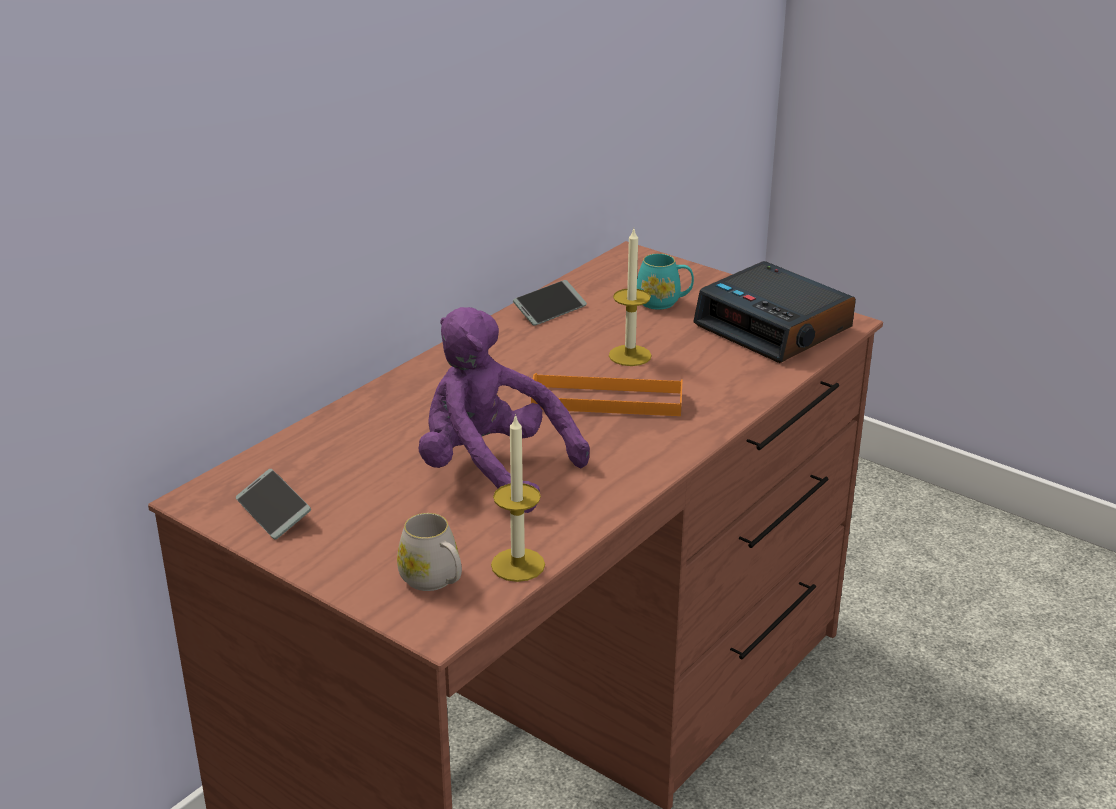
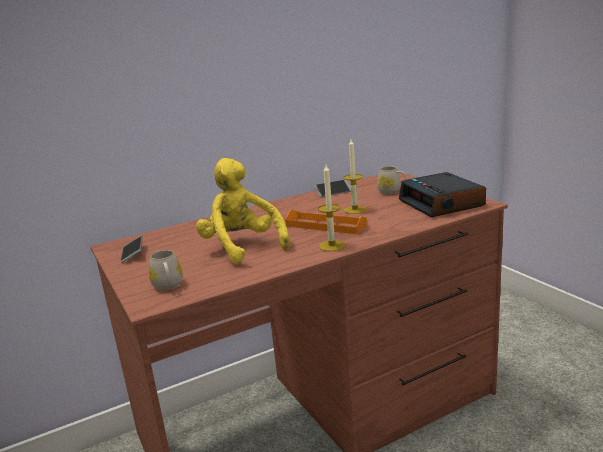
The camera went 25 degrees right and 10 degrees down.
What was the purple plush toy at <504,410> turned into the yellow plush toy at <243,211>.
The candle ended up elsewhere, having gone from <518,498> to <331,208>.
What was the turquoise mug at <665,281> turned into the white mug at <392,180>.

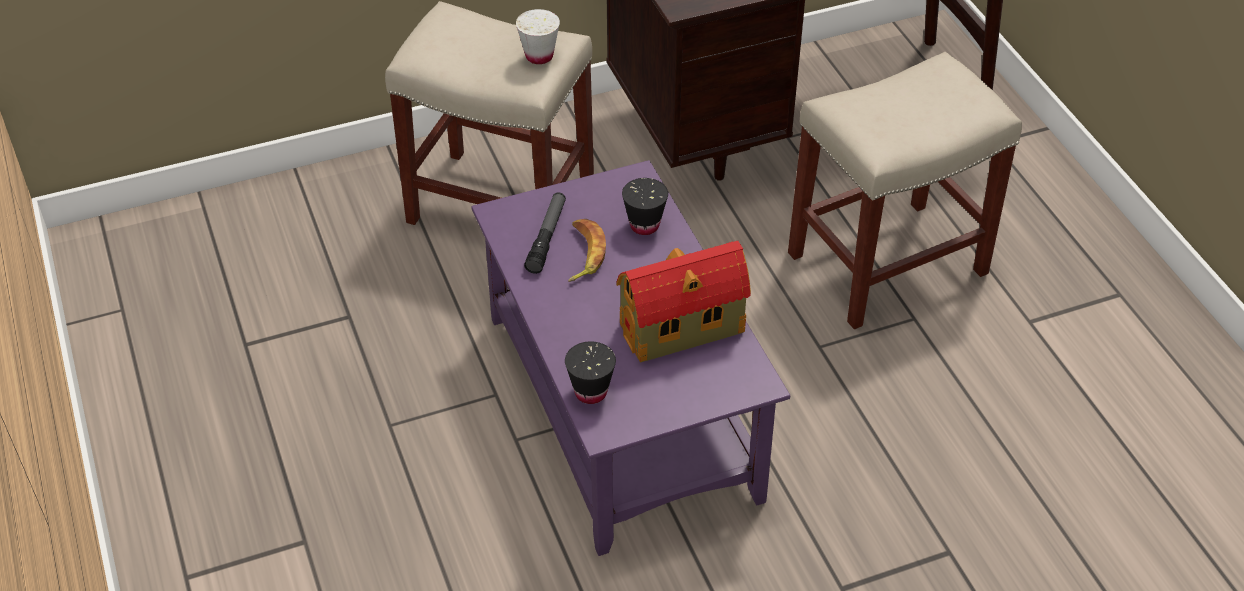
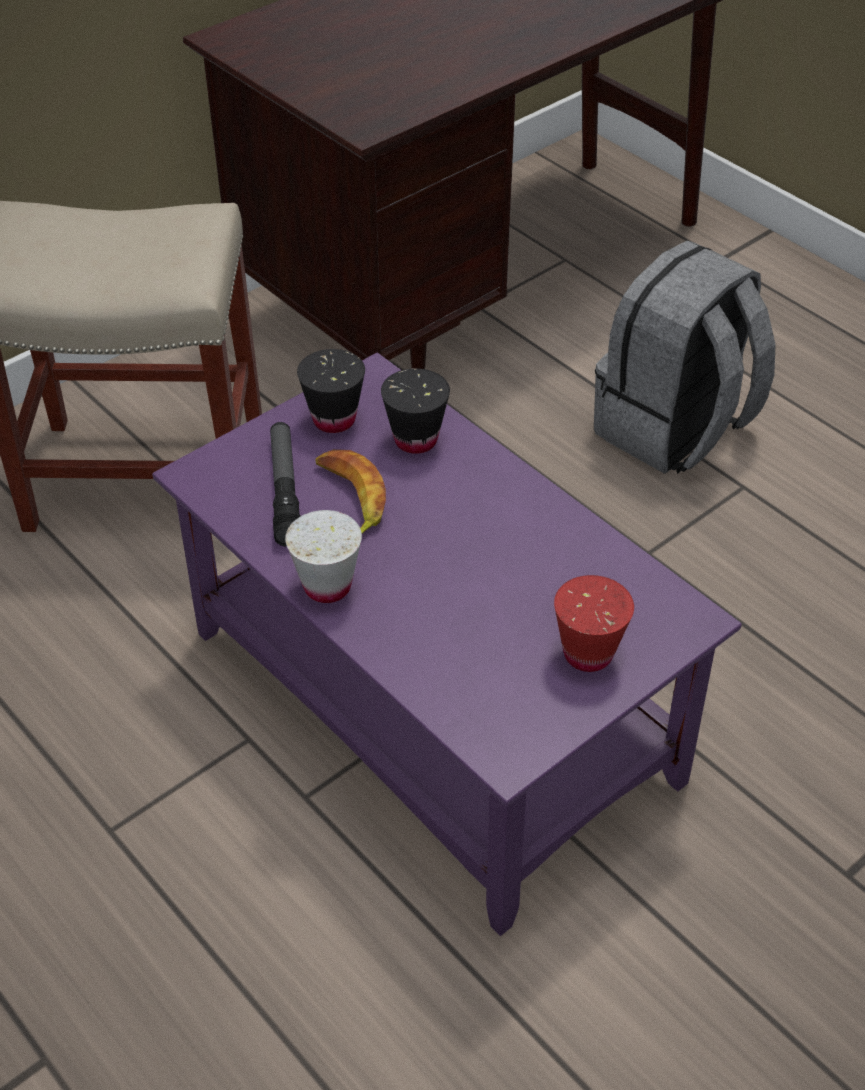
The camera went 20 degrees left and 0 degrees up.
The white cup ended up elsewhere, having gone from <538,36> to <323,556>.
The black cup ended up elsewhere, having gone from <590,372> to <331,391>.
The second view gained the red cup at <594,623>.
Where the beige stool stood at <905,190>, the grey backpack came to stand at <685,357>.
The second view lost the toy house at <683,301>.

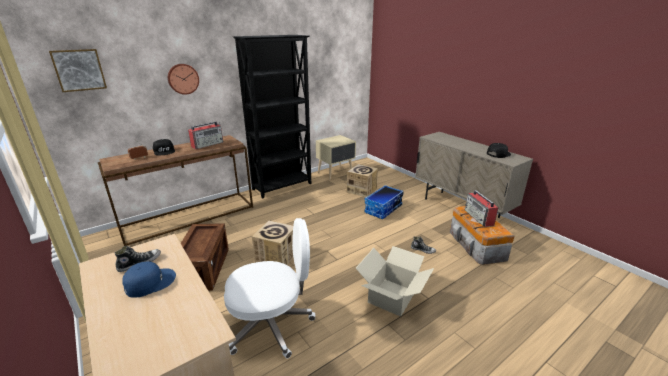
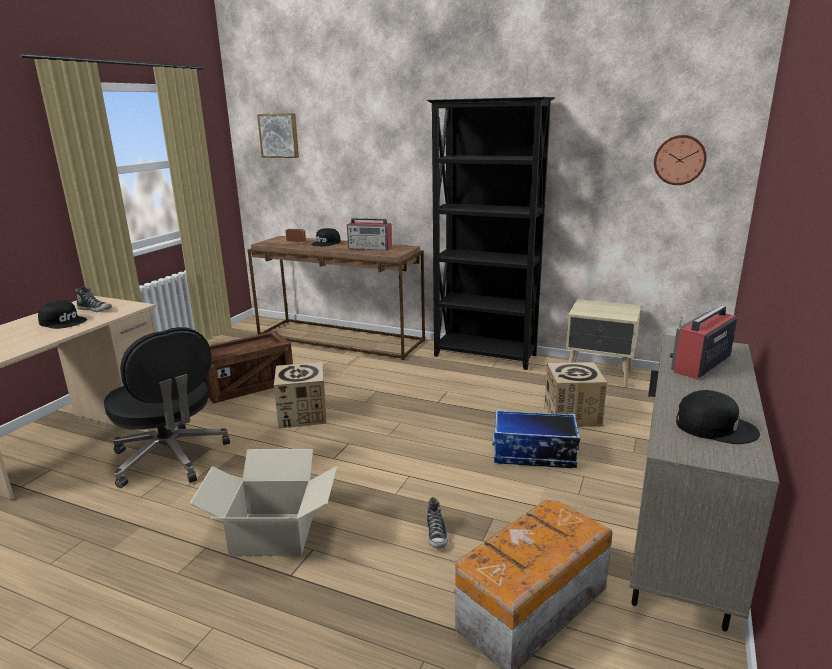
The camera went 60 degrees right and 5 degrees down.
What was the blue cap at <149,280> turned into the black cap at <62,314>.
What was the white office chair at <269,288> turned into the black office chair at <167,407>.
The wall clock ended up elsewhere, having gone from <183,79> to <680,160>.
The radio ended up elsewhere, having gone from <481,208> to <703,342>.

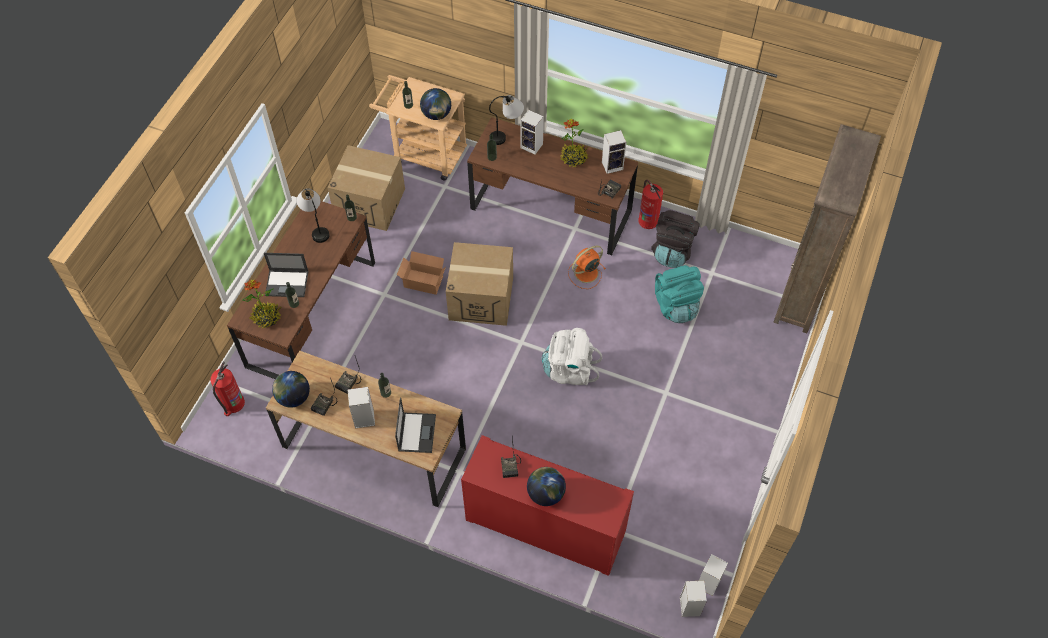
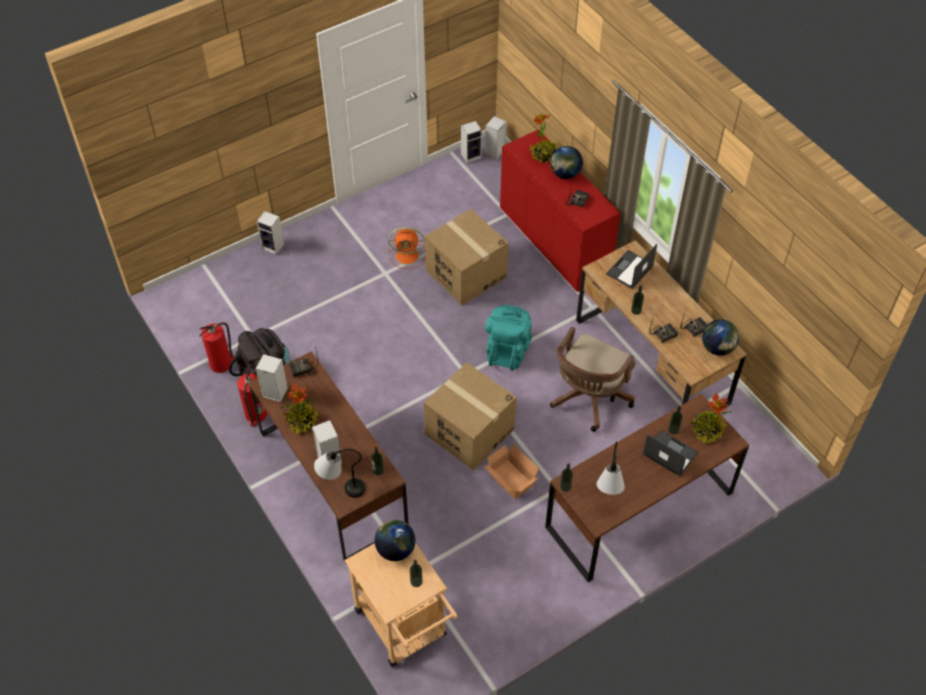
The camera went 145 degrees left and 5 degrees down.
The fire extinguisher ended up elsewhere, having gone from <227,389> to <216,347>.
The speaker ended up elsewhere, having gone from <361,407> to <270,233>.
The orange fan ended up elsewhere, having gone from <587,267> to <406,248>.
The cardboard box ended up elsewhere, having gone from <366,188> to <467,257>.
The turquoise backpack ended up elsewhere, having gone from <679,294> to <508,338>.
The second view gained the potted plant at <544,138>.
The second view gained the brown office chair at <592,379>.
The second view lost the white backpack at <571,356>.
The second view lost the brown bookcase at <827,228>.

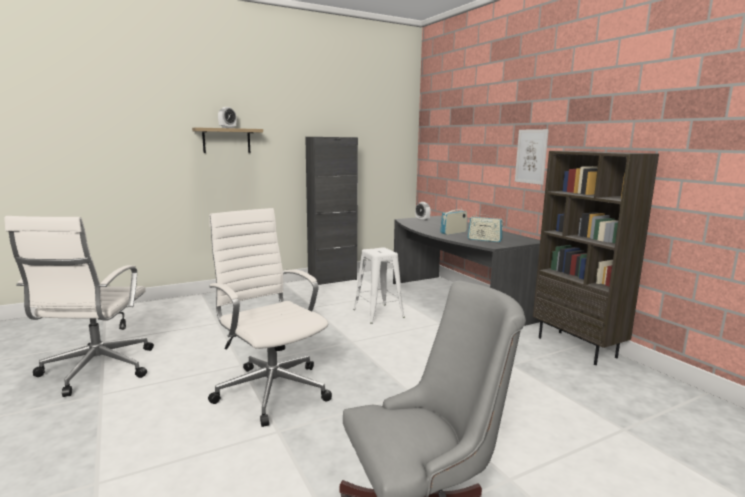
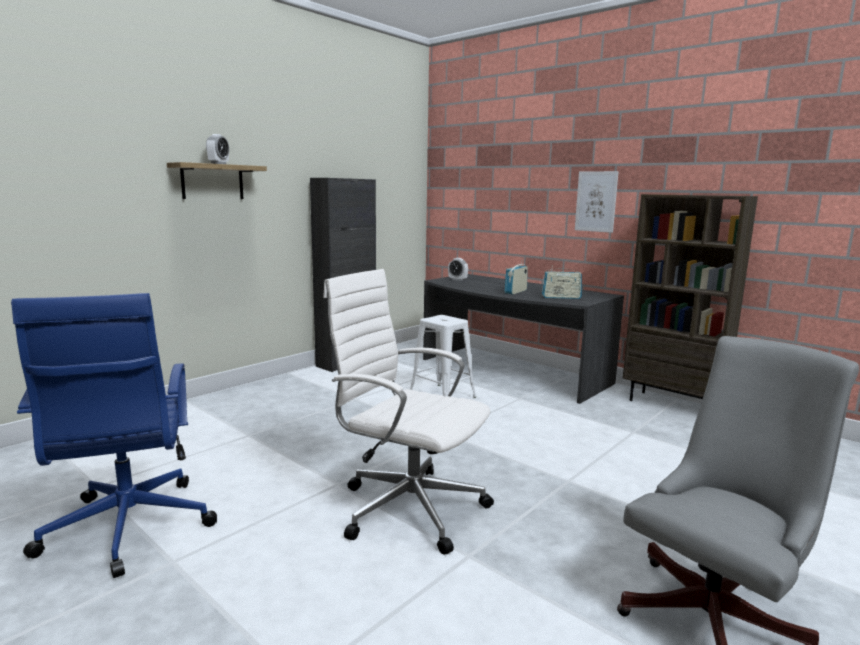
The camera went 20 degrees left and 0 degrees up.
What was the white office chair at <79,306> turned into the blue office chair at <114,435>.

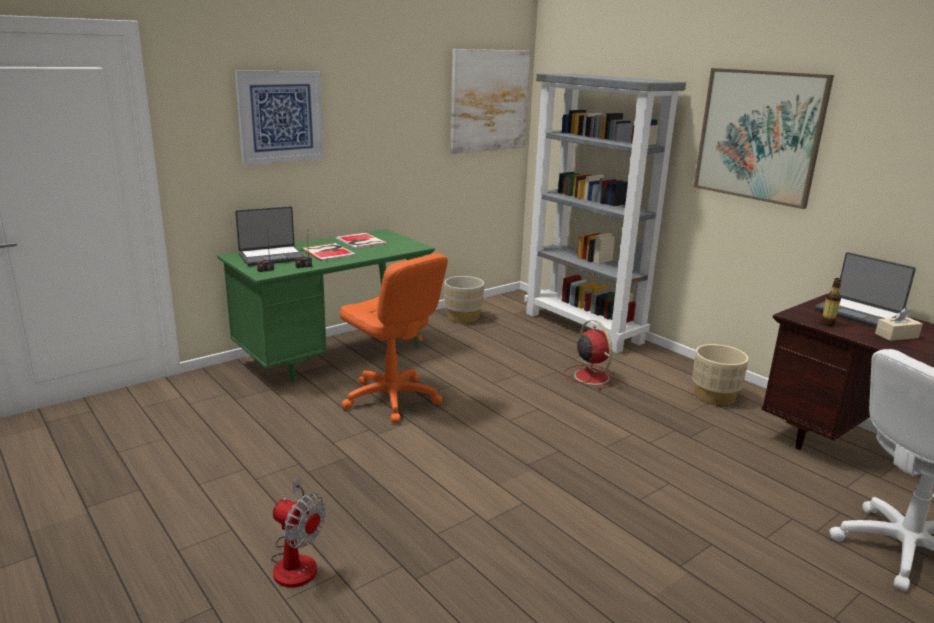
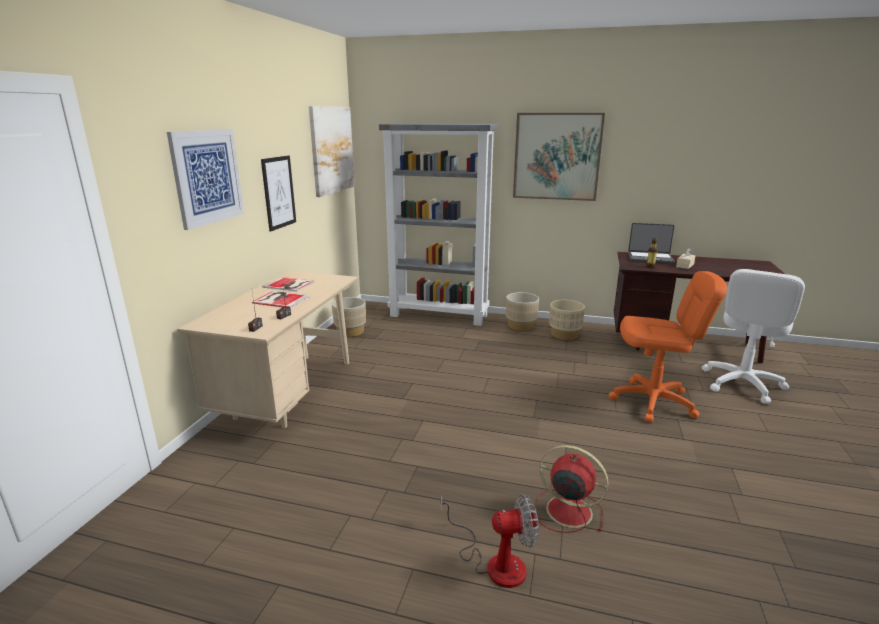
The camera went 35 degrees left and 0 degrees up.
What was the green desk at <326,305> turned into the beige desk at <267,349>.
The second view gained the picture at <278,193>.
The second view gained the beige planter at <522,311>.
The red fan ended up elsewhere, having gone from <591,355> to <571,489>.
The orange office chair ended up elsewhere, having gone from <394,338> to <668,347>.
The second view lost the laptop at <270,236>.

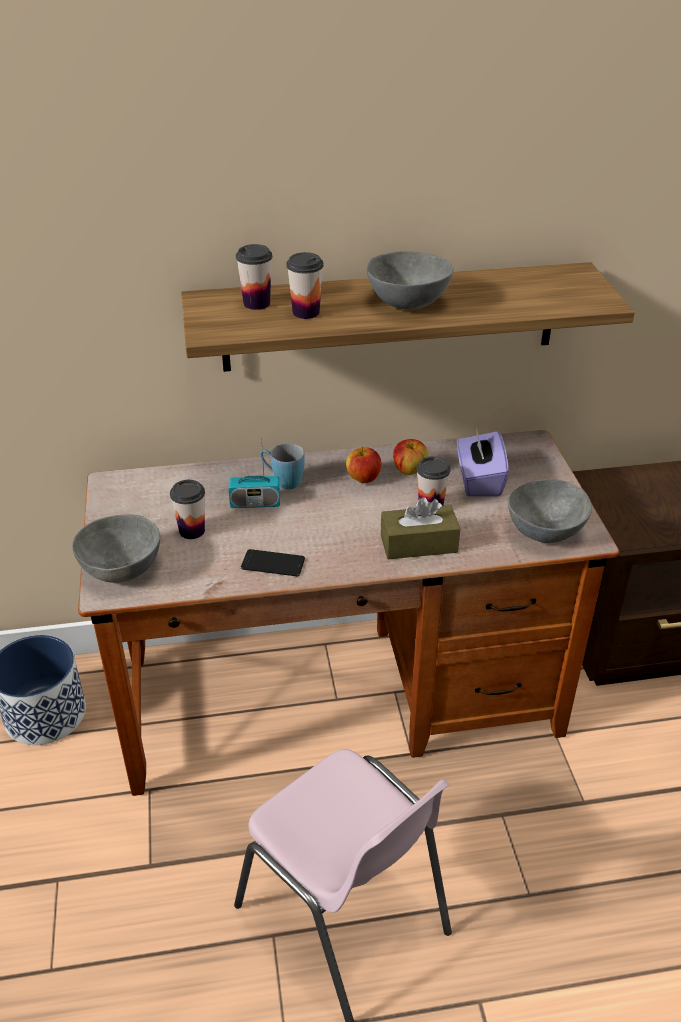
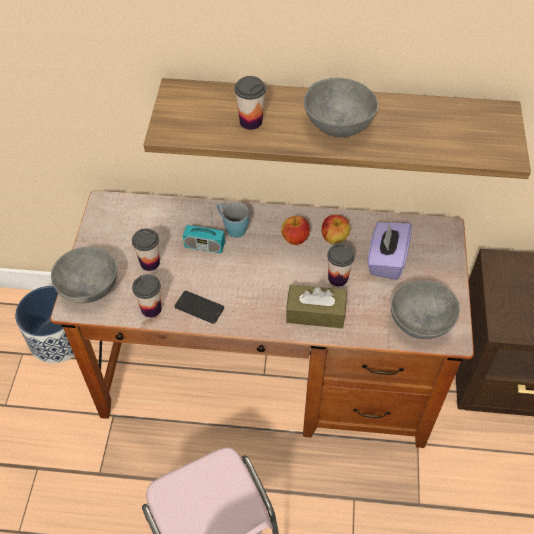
The camera went 15 degrees right and 15 degrees up.
The cup ended up elsewhere, having gone from <254,277> to <147,295>.

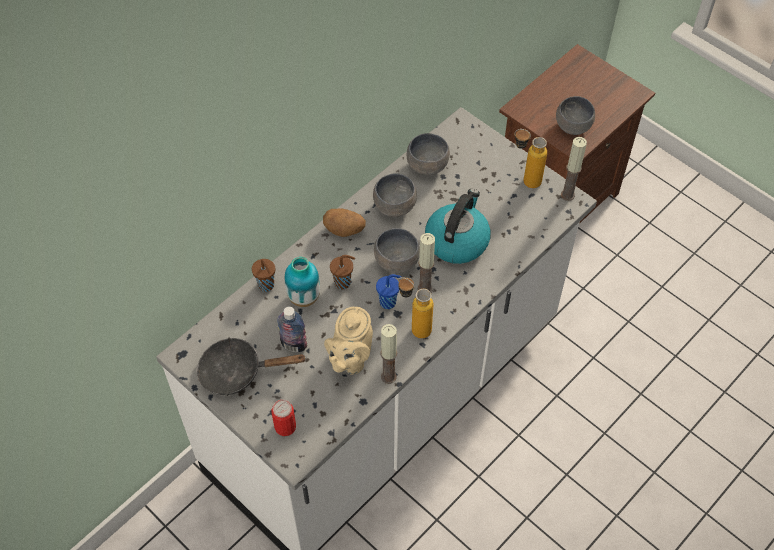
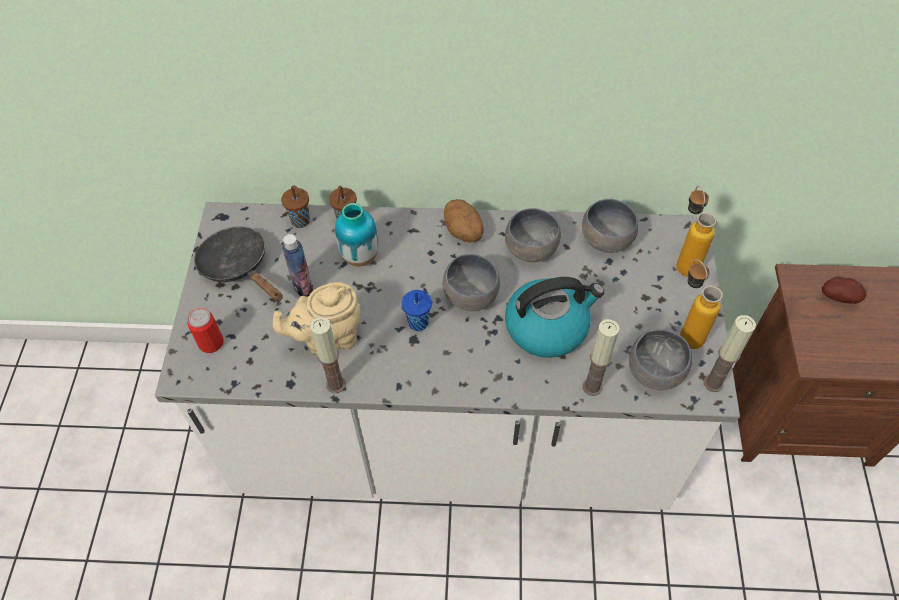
The camera went 50 degrees right and 0 degrees up.
The brown cup ended up elsewhere, having gone from <342,272> to <295,206>.
The candle ended up elsewhere, having gone from <426,262> to <601,357>.
The grey bowl ended up elsewhere, having gone from <575,115> to <660,359>.
The bottle ended up elsewhere, having gone from <416,308> to <696,231>.
The second view gained the potato at <844,290>.

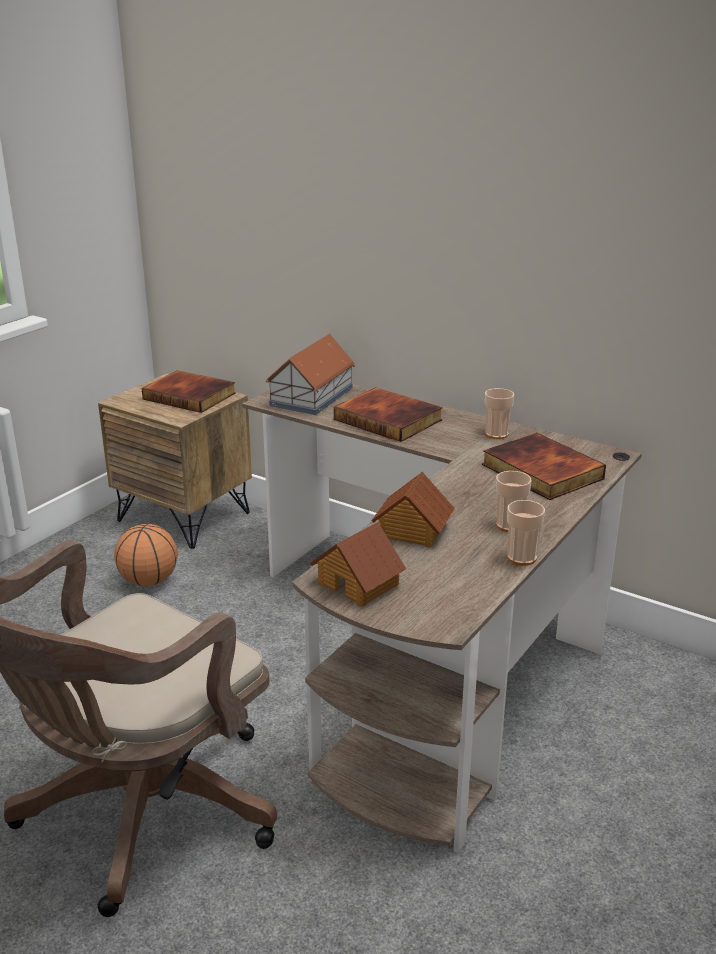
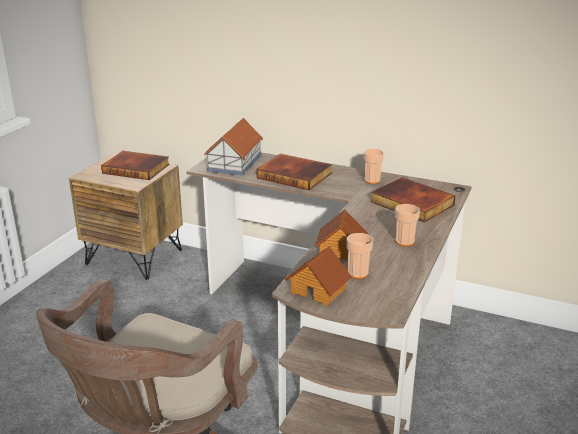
The camera went 10 degrees left and 0 degrees up.
The cup ended up elsewhere, having gone from <526,533> to <360,256>.
The second view lost the basketball at <146,555>.

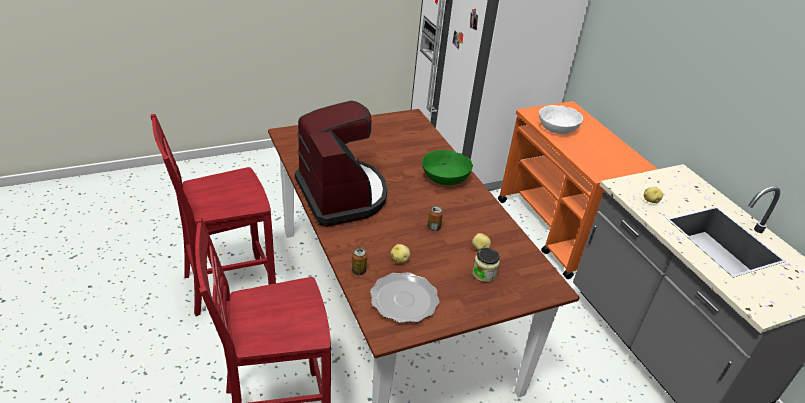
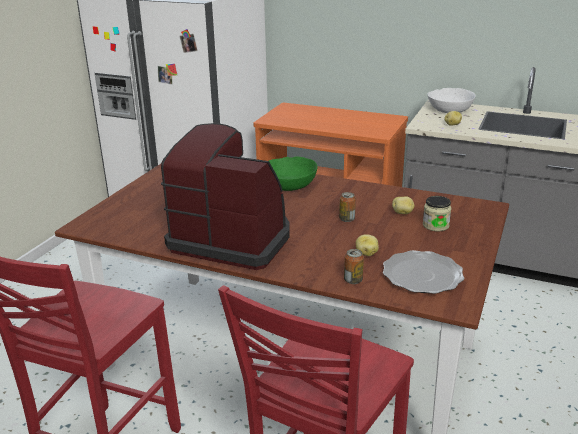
The camera went 40 degrees left and 10 degrees down.
The white bowl ended up elsewhere, having gone from <561,119> to <452,100>.

